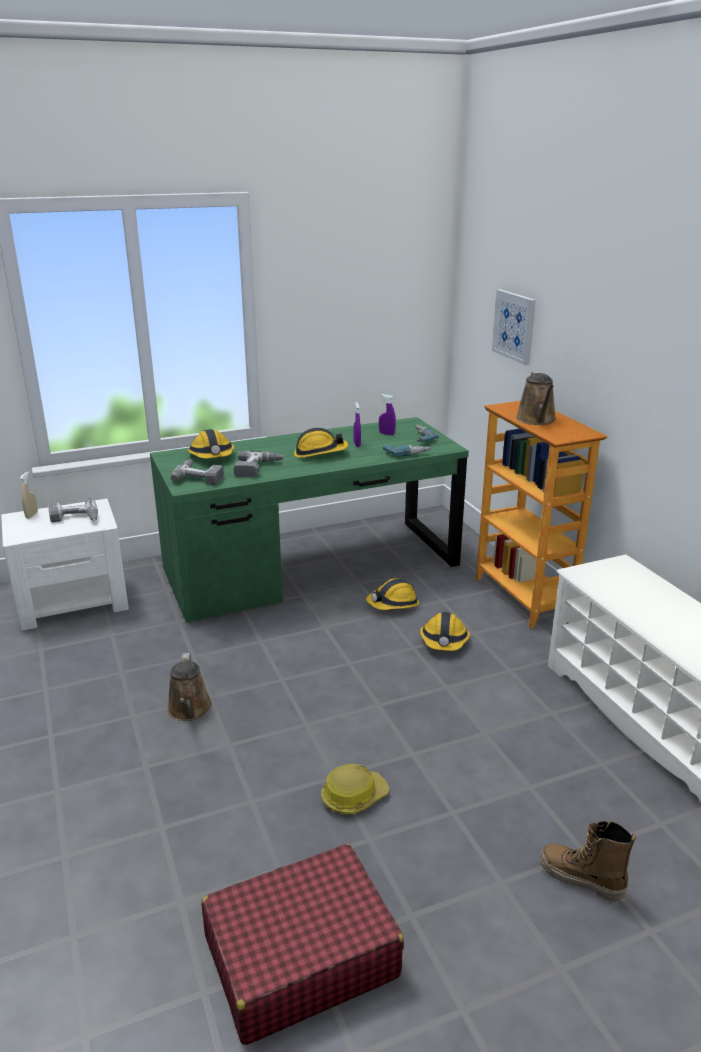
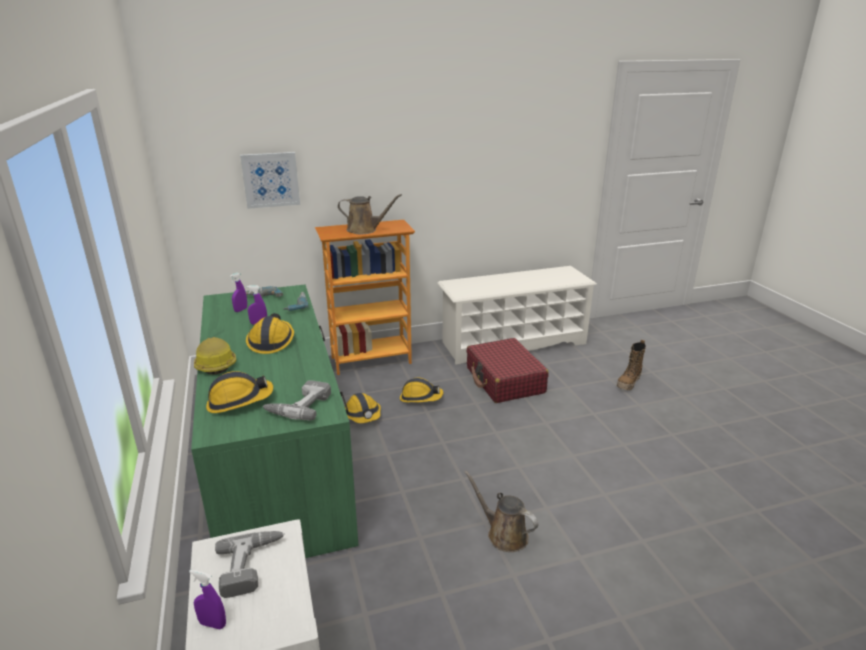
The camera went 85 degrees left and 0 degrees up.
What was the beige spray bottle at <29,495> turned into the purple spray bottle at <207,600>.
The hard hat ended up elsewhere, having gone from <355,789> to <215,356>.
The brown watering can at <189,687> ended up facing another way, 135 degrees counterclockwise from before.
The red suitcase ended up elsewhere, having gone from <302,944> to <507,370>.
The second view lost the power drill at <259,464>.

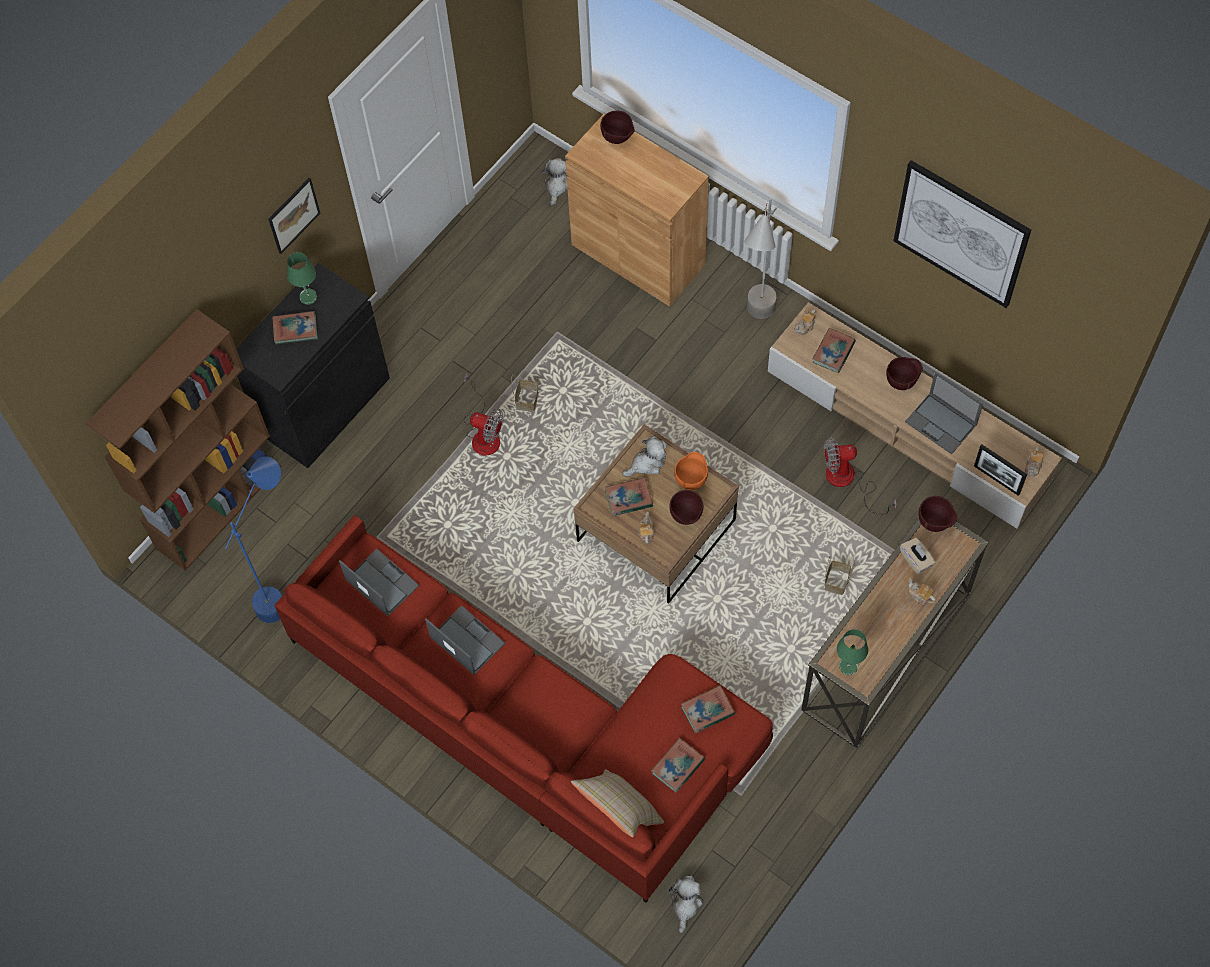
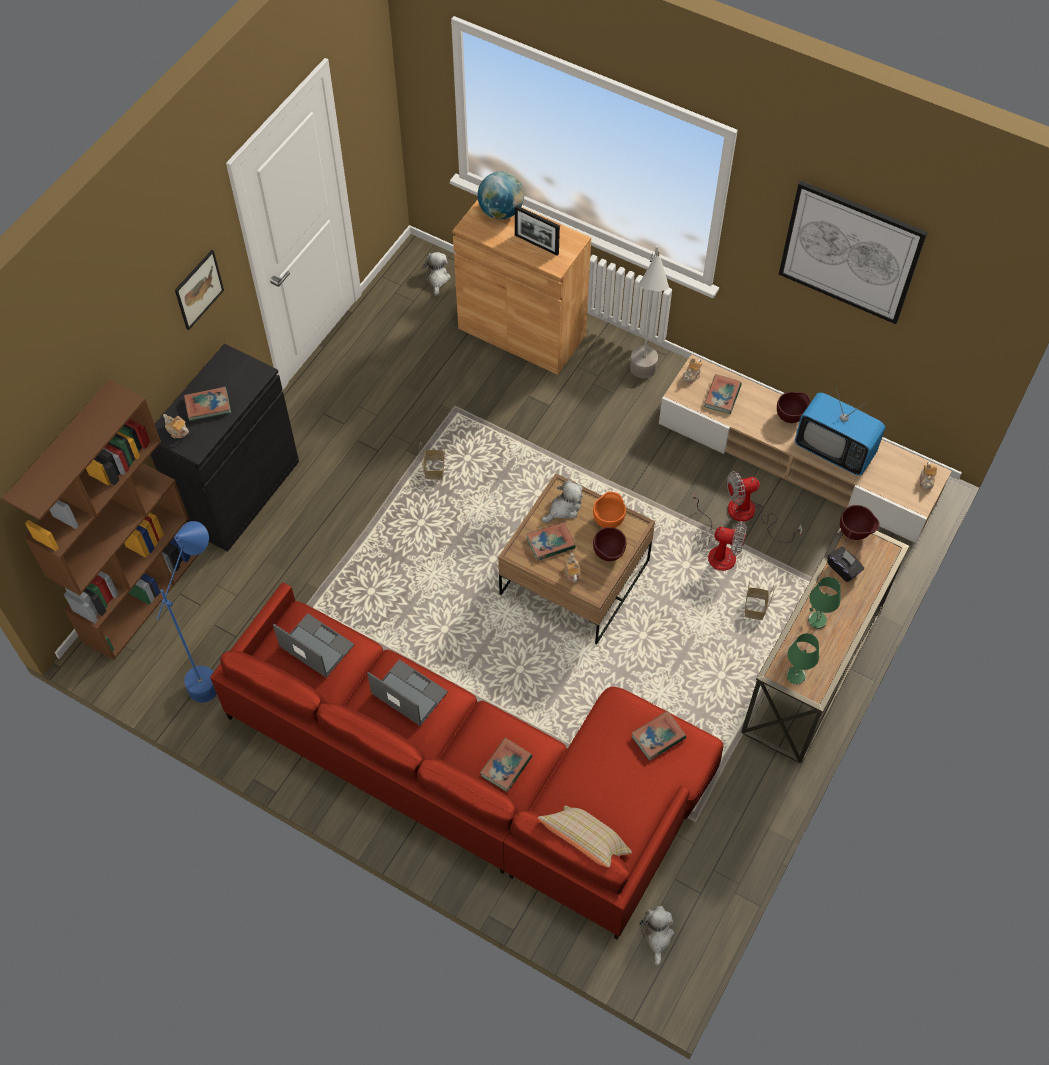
The camera went 10 degrees left and 5 degrees down.
The teapot ended up elsewhere, having gone from <922,591> to <176,426>.
Where the brown bowl stood at <617,127>, the globe came to stand at <501,195>.
The book ended up elsewhere, having gone from <678,765> to <506,765>.
The picture frame ended up elsewhere, having gone from <1000,470> to <537,230>.
The fan ended up elsewhere, having gone from <484,414> to <719,531>.
Where the laptop stood at <944,413>, the television came to stand at <840,431>.
The green table lamp ended up elsewhere, having gone from <302,278> to <824,603>.
What was the beige tissue box at <918,556> turned into the black tissue box at <846,564>.

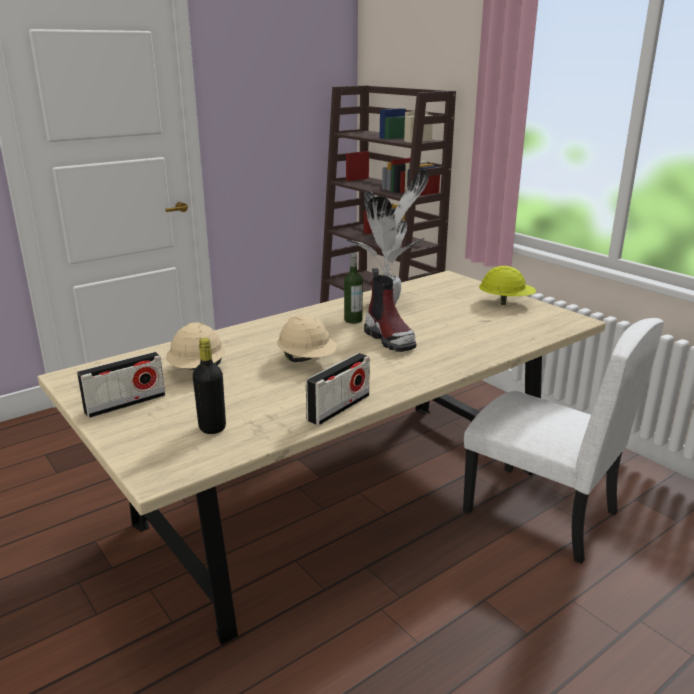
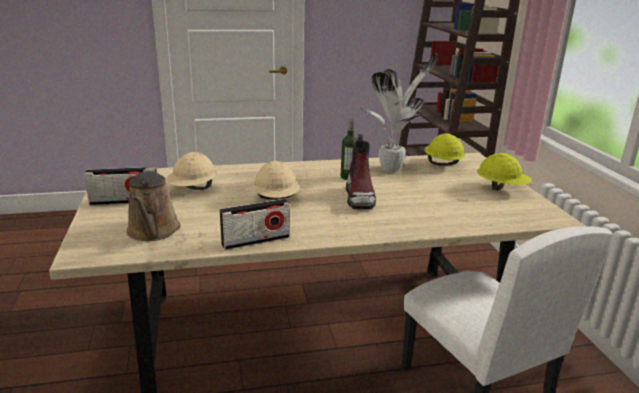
The camera went 25 degrees right and 0 degrees up.
Where the black bottle stood at <209,386>, the brown watering can came to stand at <153,204>.
The second view gained the yellow hard hat at <444,149>.

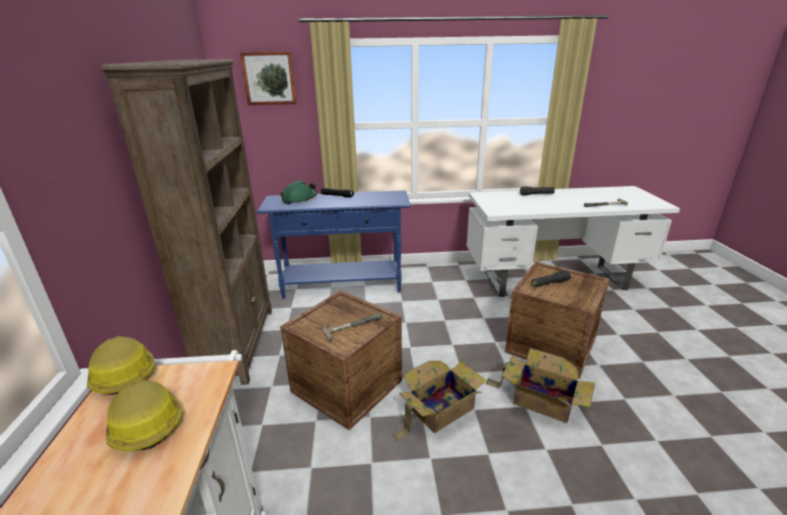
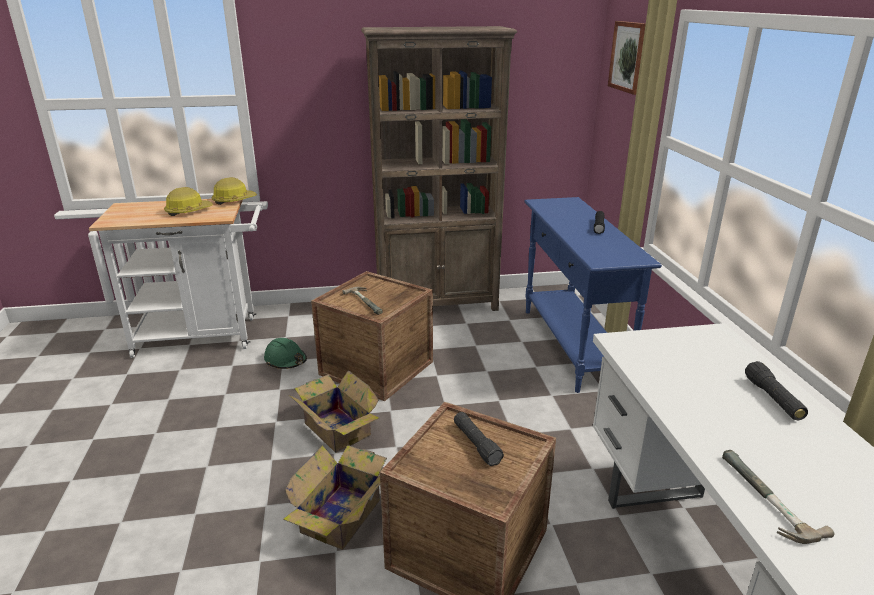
The camera went 85 degrees right and 0 degrees up.
The green hard hat ended up elsewhere, having gone from <299,192> to <285,353>.

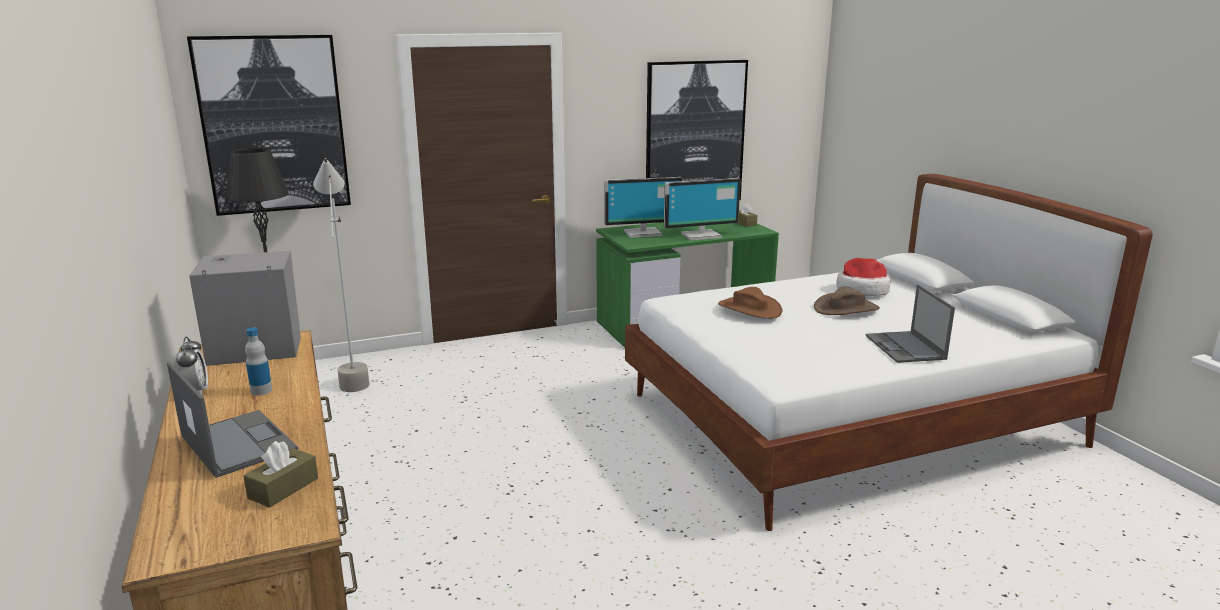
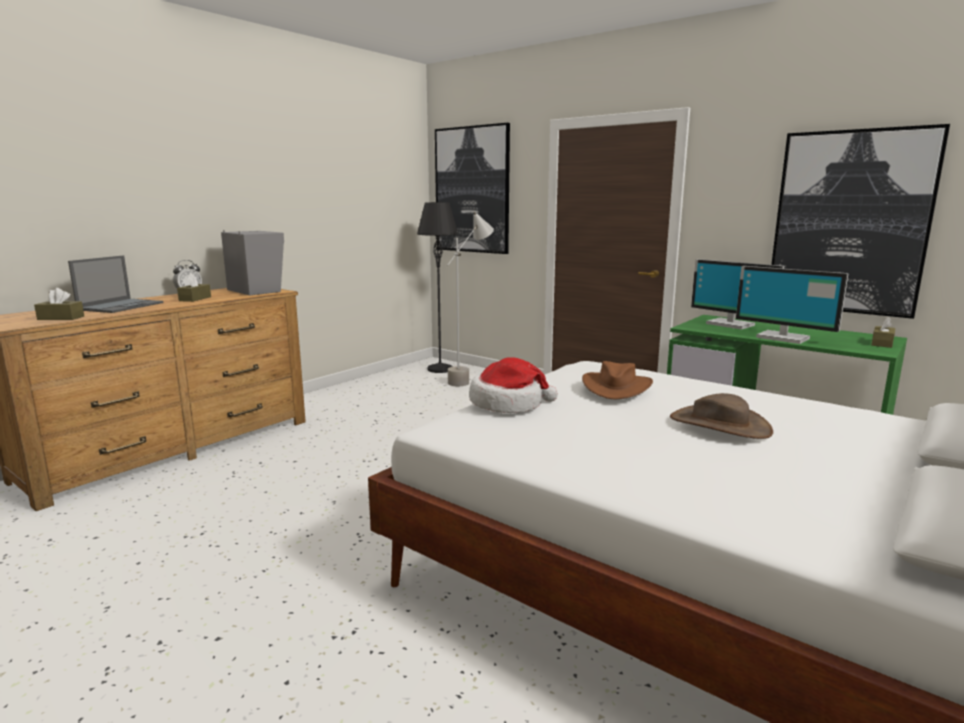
The camera went 60 degrees right and 5 degrees down.
Where the bottle stood at <258,361>, the brown tissue box came to stand at <194,287>.
The hat ended up elsewhere, having gone from <863,277> to <513,385>.
The second view lost the laptop at <910,323>.

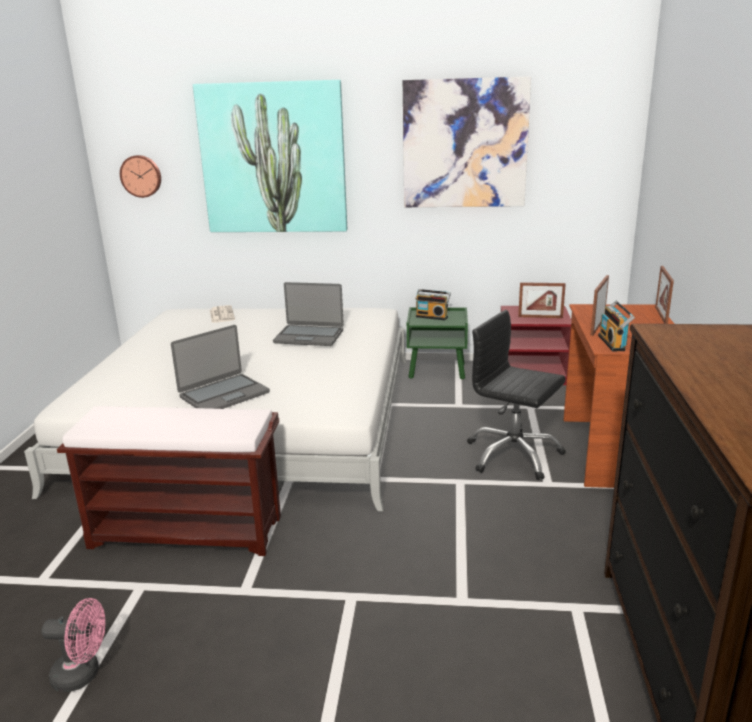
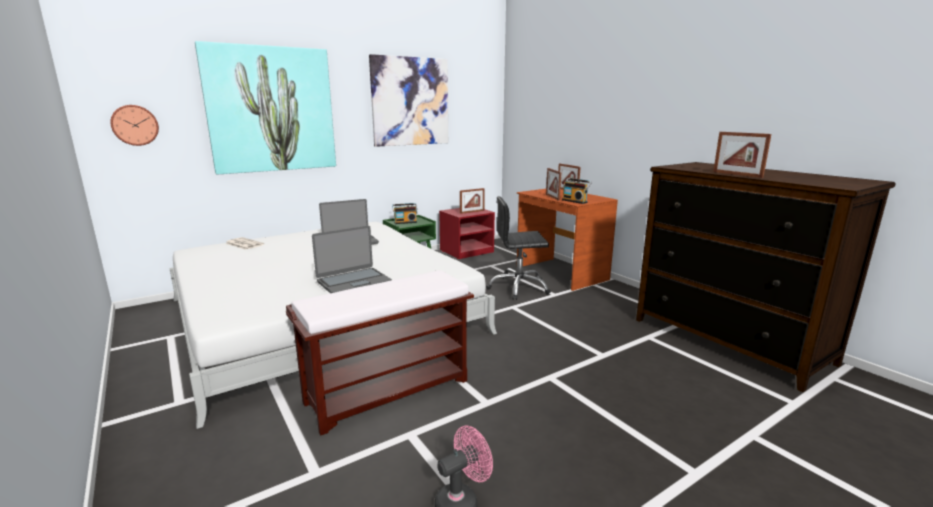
The camera went 40 degrees left and 5 degrees down.
The laptop at <220,367> ended up facing another way, 45 degrees clockwise from before.
The second view gained the picture frame at <742,155>.

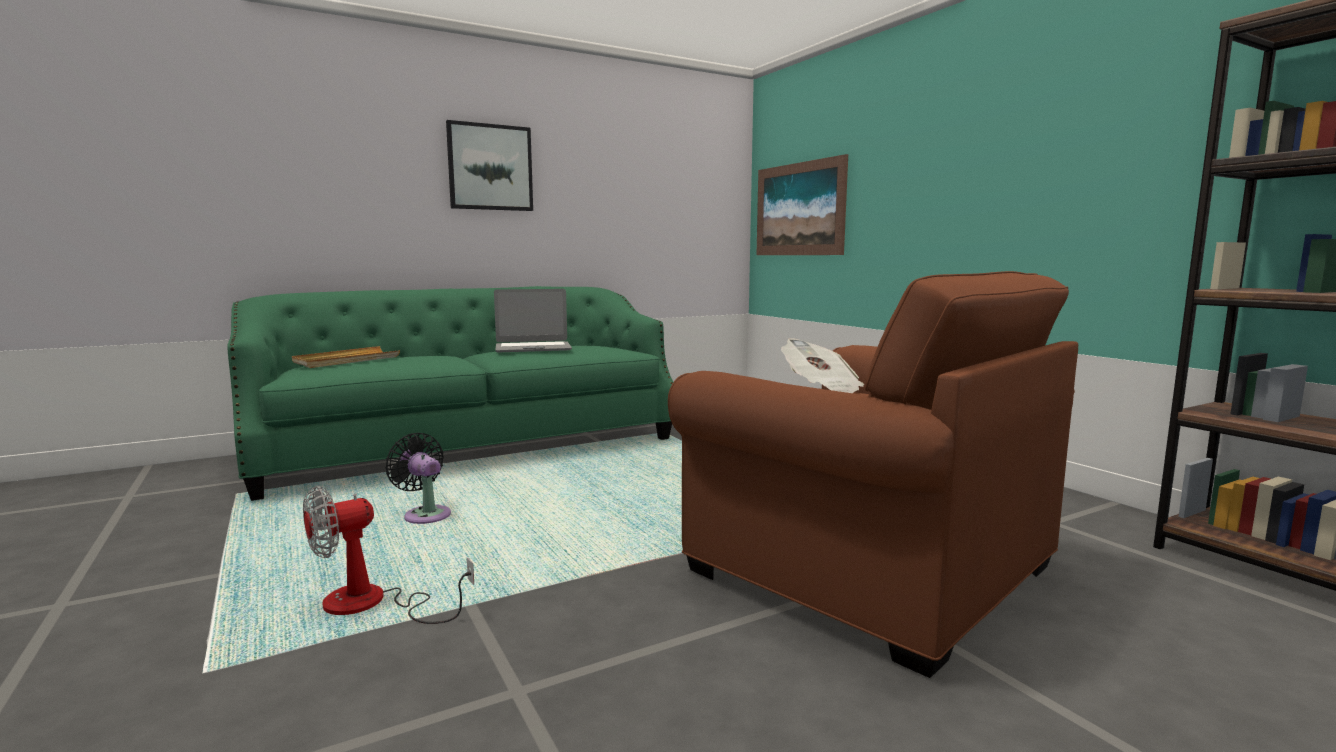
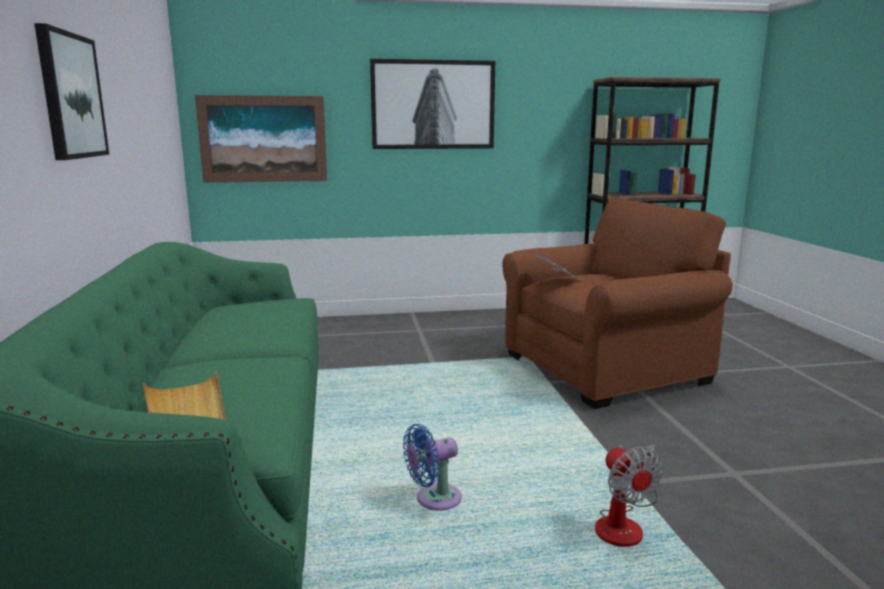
The camera went 70 degrees left and 5 degrees up.
The second view gained the picture at <432,104>.
What was the black fan at <418,478> turned into the blue fan at <432,467>.
The second view lost the laptop at <533,320>.

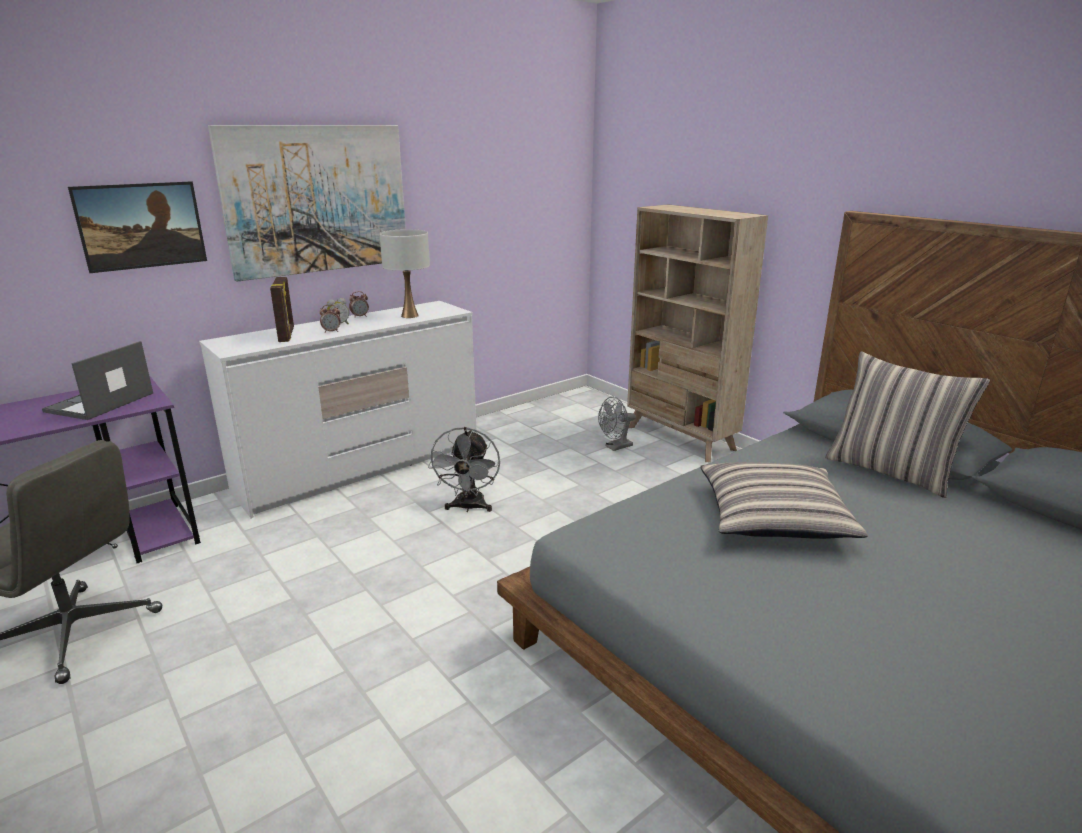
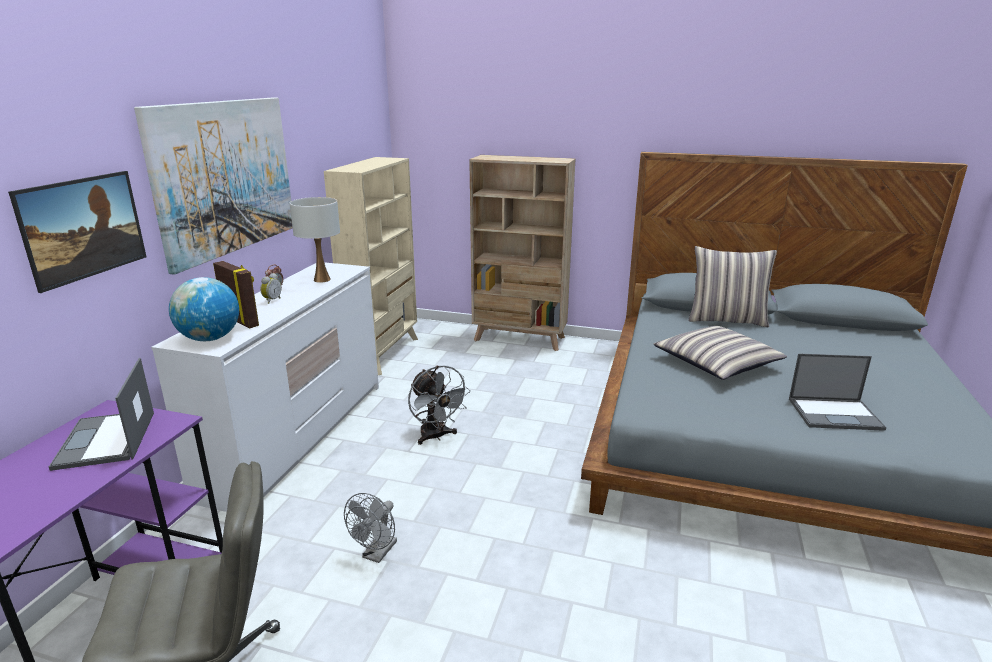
The camera went 35 degrees left and 0 degrees up.
The second view gained the globe at <204,309>.
The second view gained the beige bookcase at <371,266>.
The grey fan ended up elsewhere, having gone from <617,424> to <370,528>.
The second view gained the laptop at <838,392>.
The second view lost the alarm clock at <330,319>.

